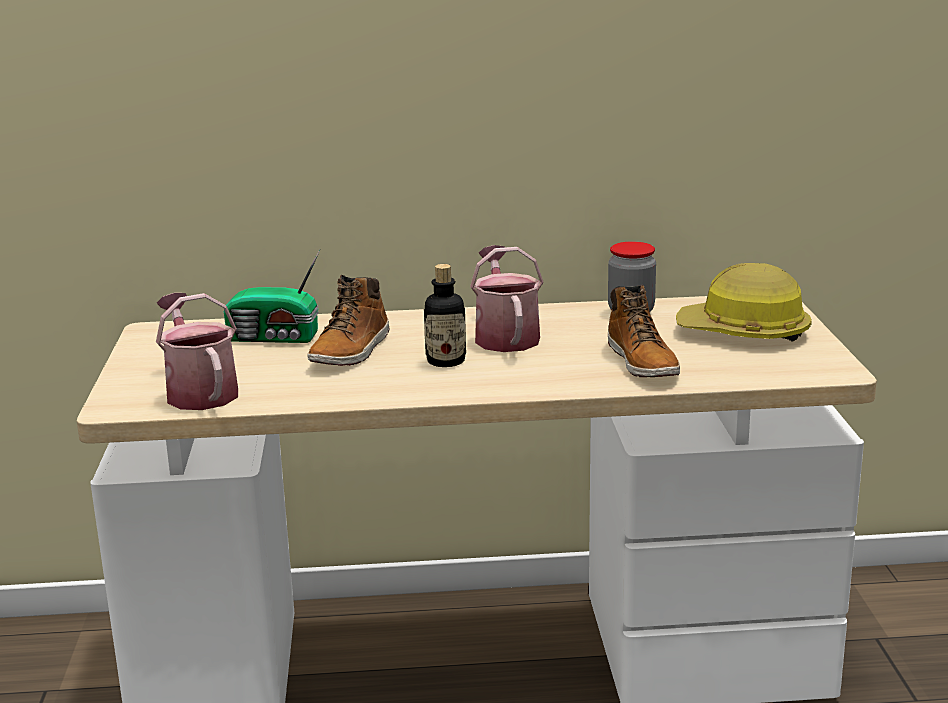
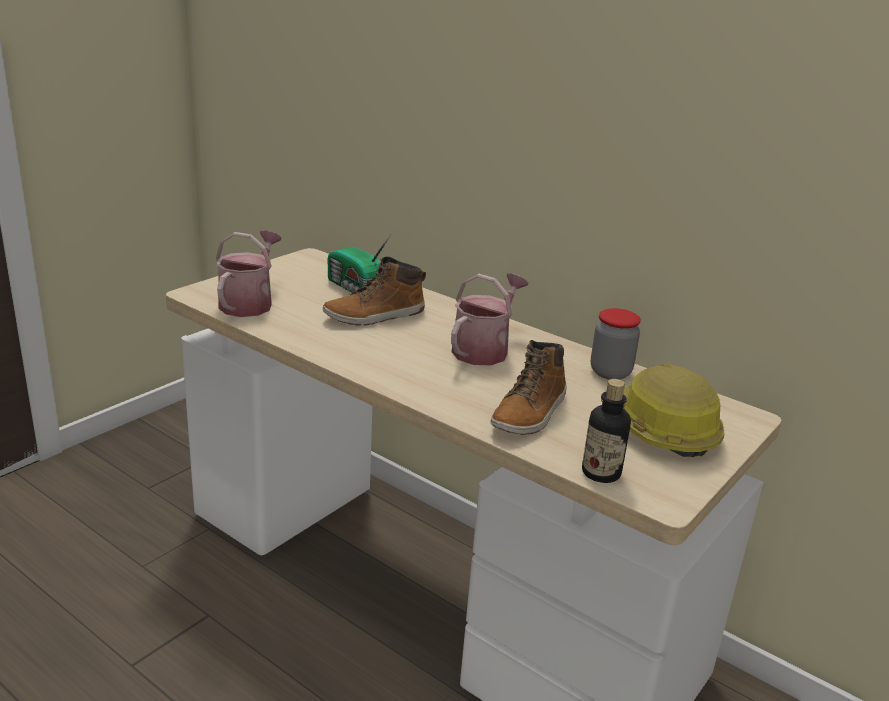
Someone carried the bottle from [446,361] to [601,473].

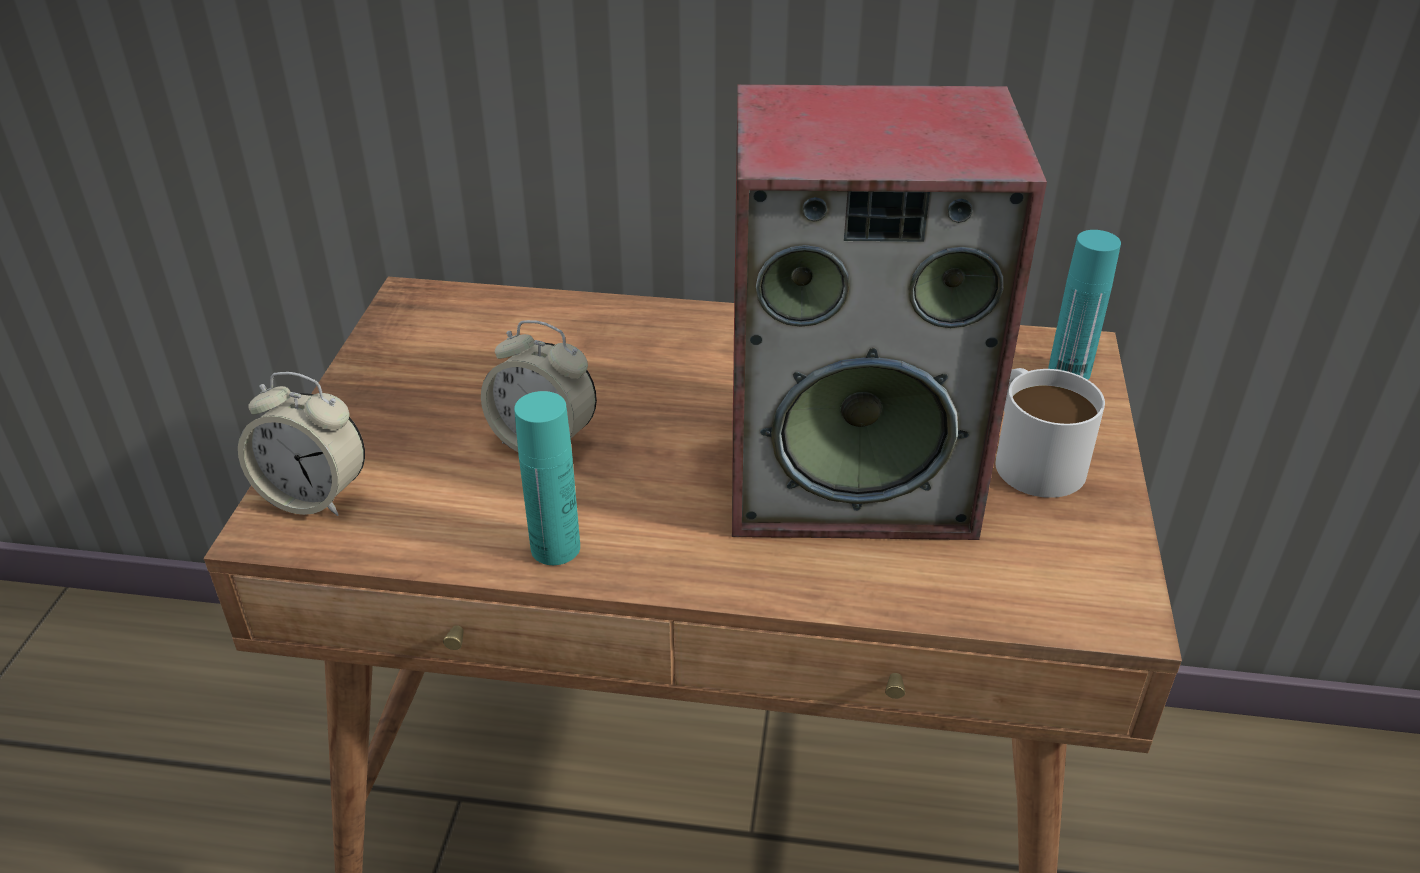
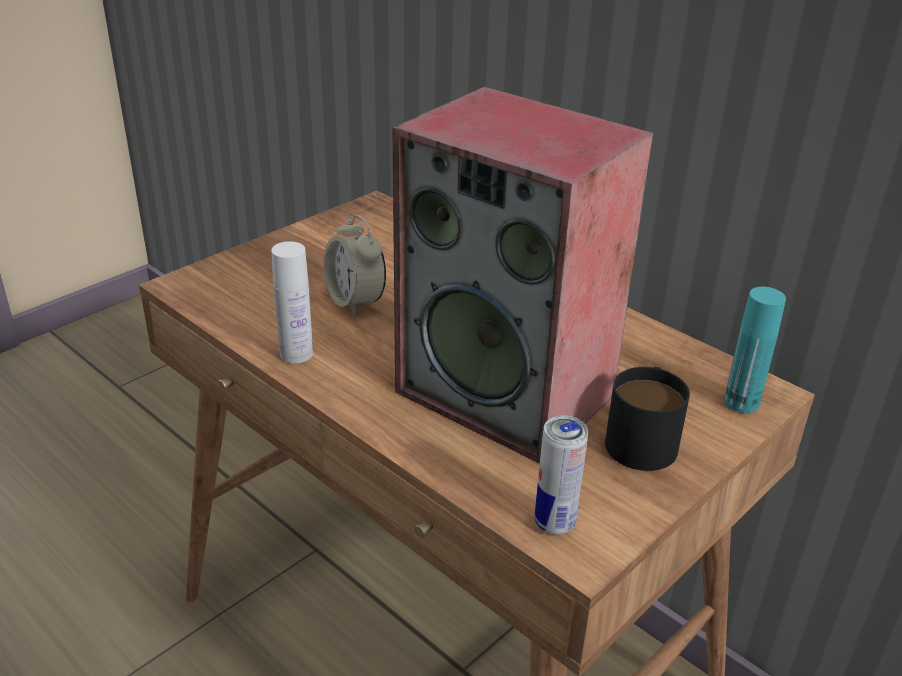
Someone took away the table clock at [314,496].
Someone repainted the turquoise bottle at [555,548], which became the white bottle at [296,354].
Someone repainted the white mug at [1031,455], which became the black-coloured mug at [643,436].
Someone put down the sealed can at [554,523].

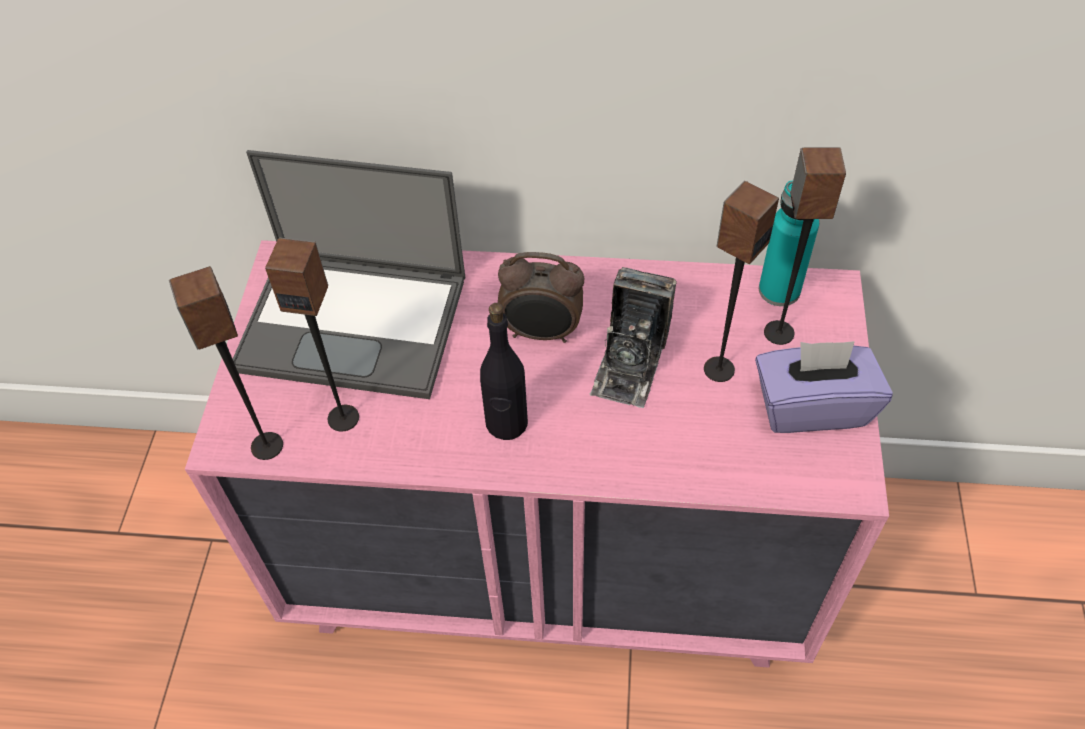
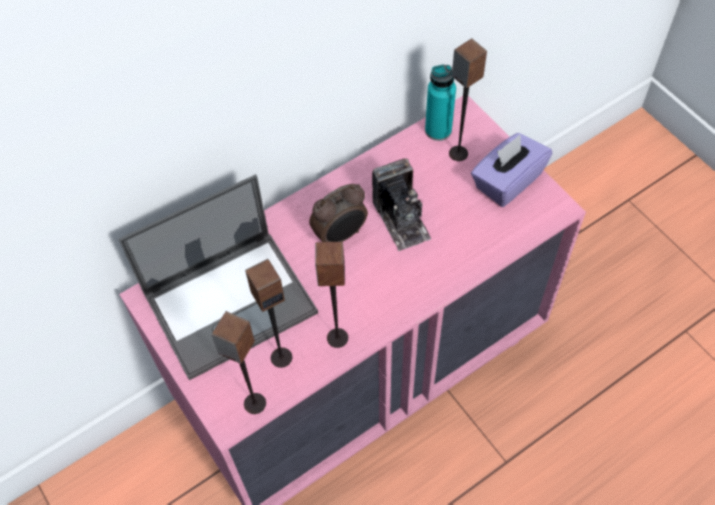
Someone took away the black-coloured bottle at [506,423].
Someone carried the audio speaker from [718,369] to [337,338].

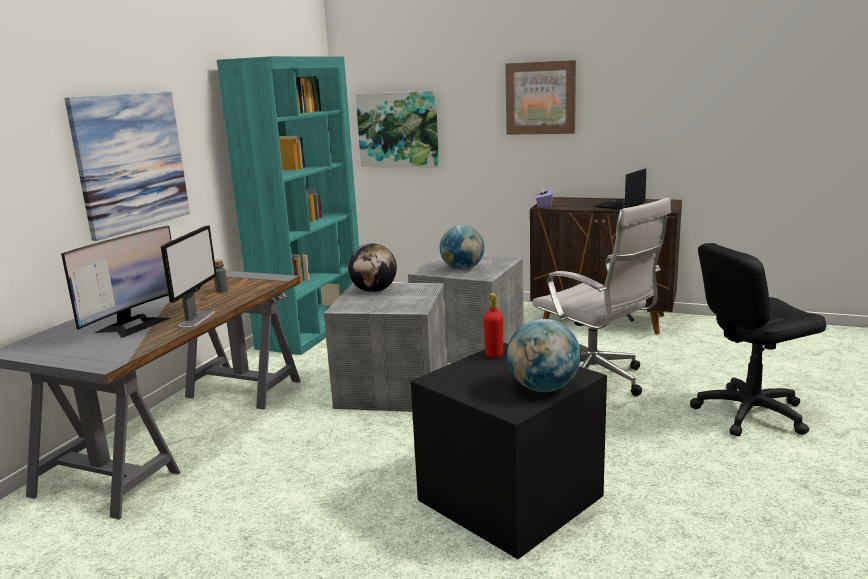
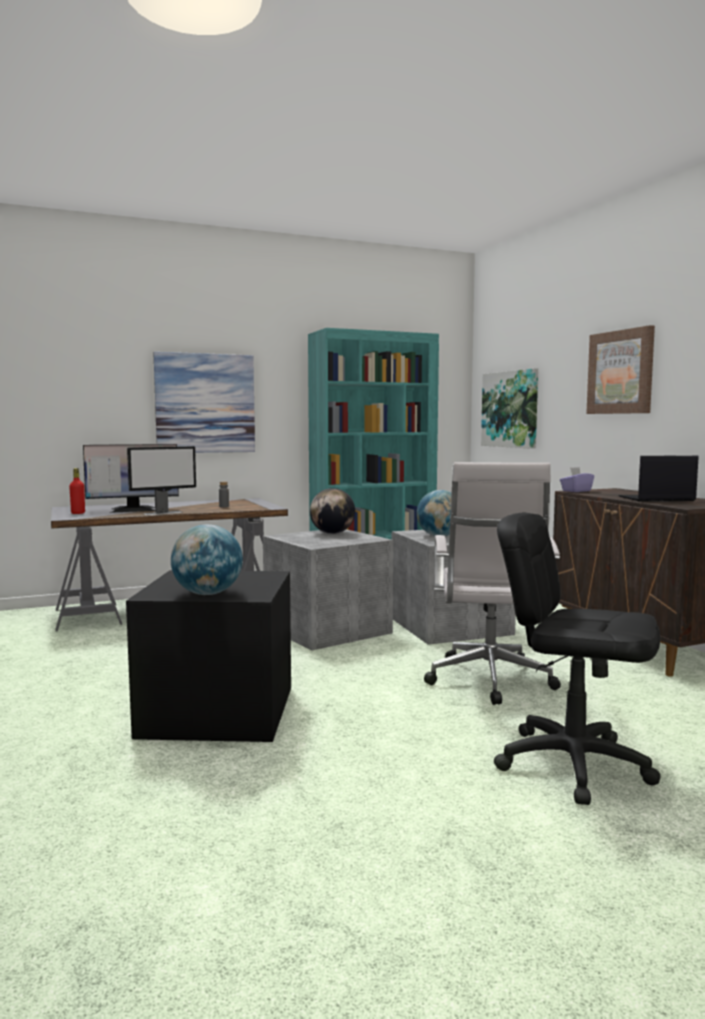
Someone carried the reddish bottle from [494,354] to [78,513].

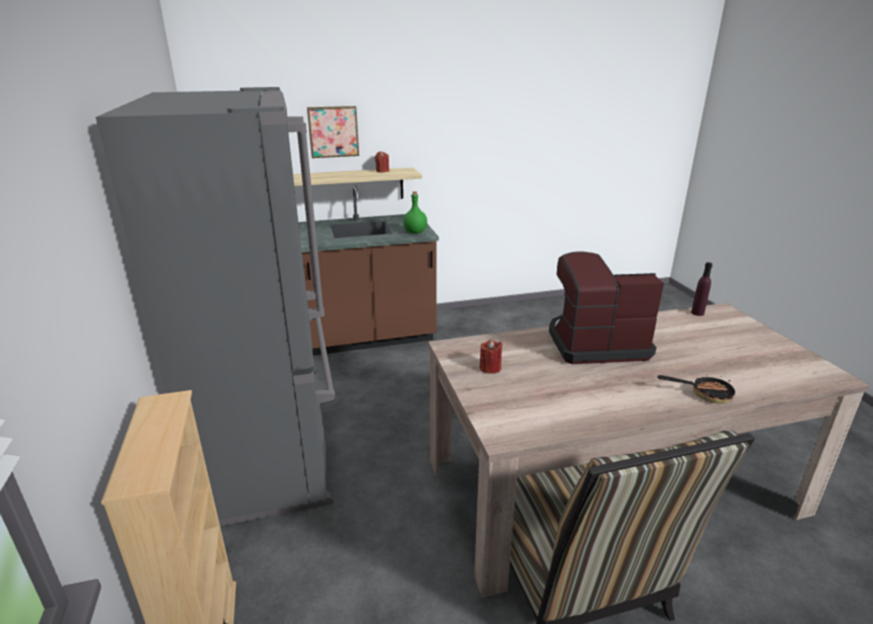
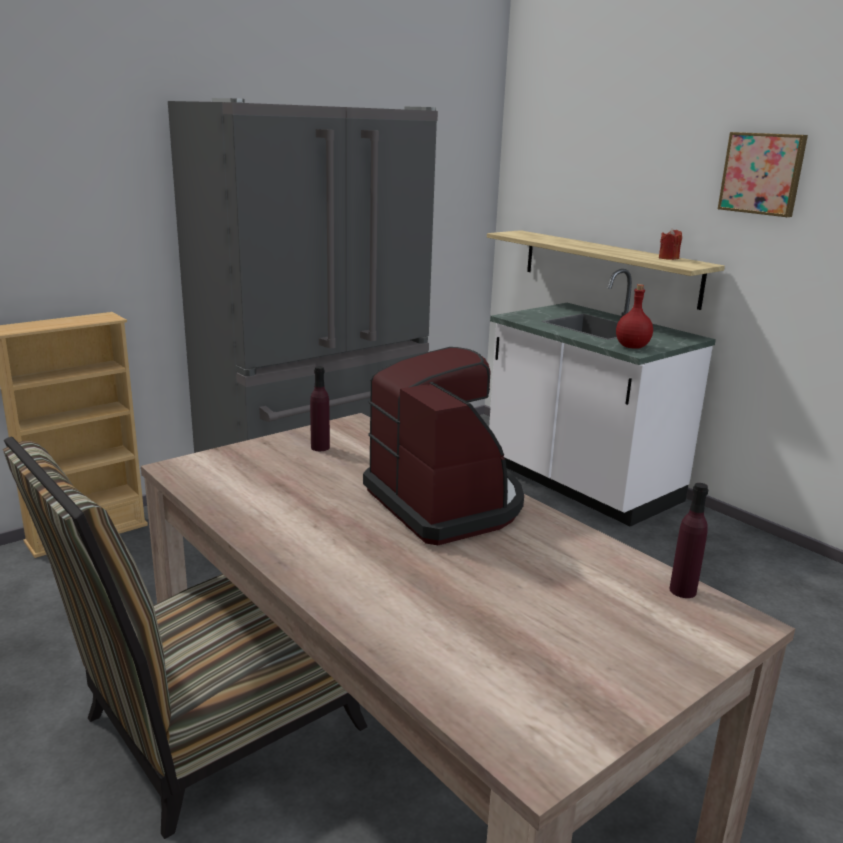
Someone repainted the brownish counter at [370,336], which became the white counter at [580,484].
Someone carried the wall art from [333,131] to [763,173].
Someone repainted the green-coloured bottle at [415,232], which became the reddish bottle at [632,347].
Someone swapped the reddish wax candle at [490,368] for the purplish bottle at [320,447].
Someone took away the pan at [704,393].

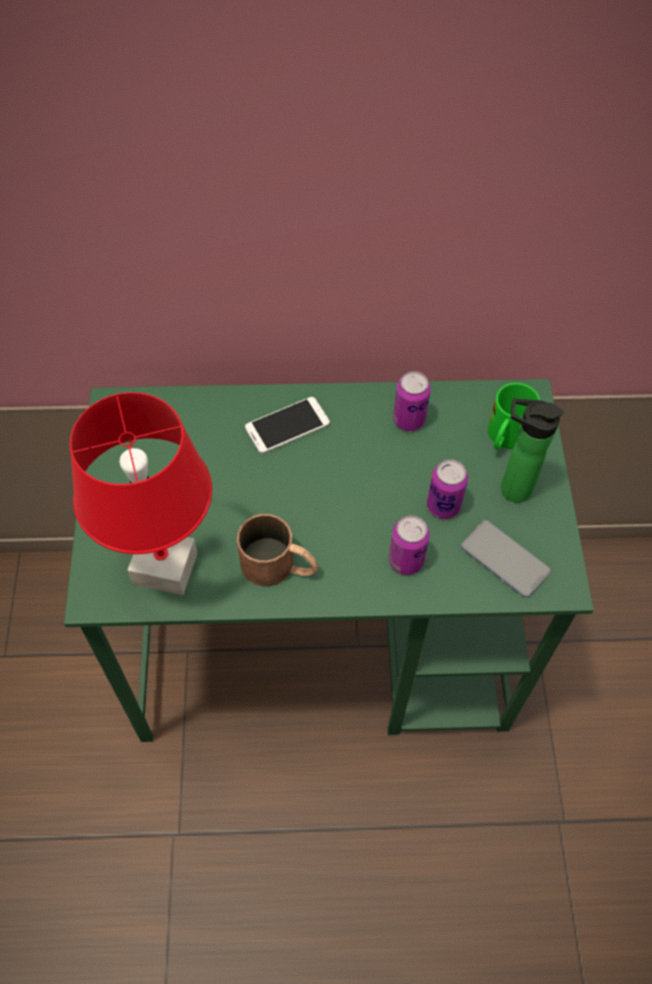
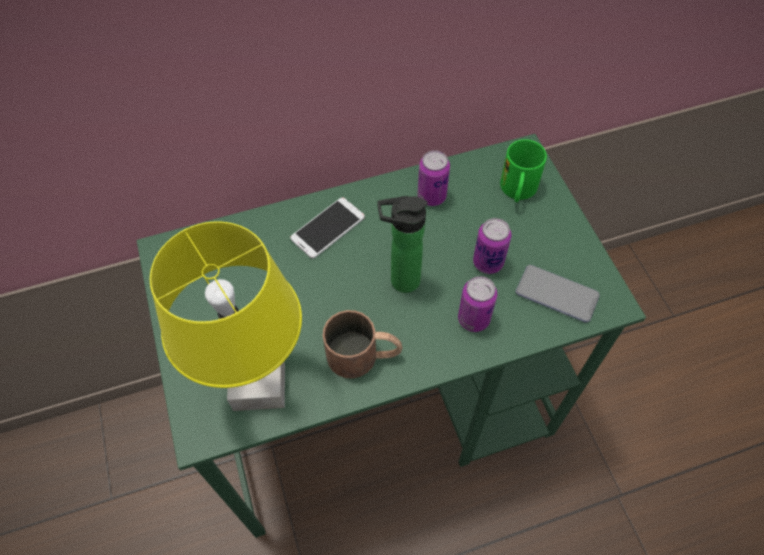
Someone repainted the reddish lamp for a table at [164,569], which became the yellow-coloured lamp for a table at [258,388].
Someone carried the bottle from [510,488] to [400,281].

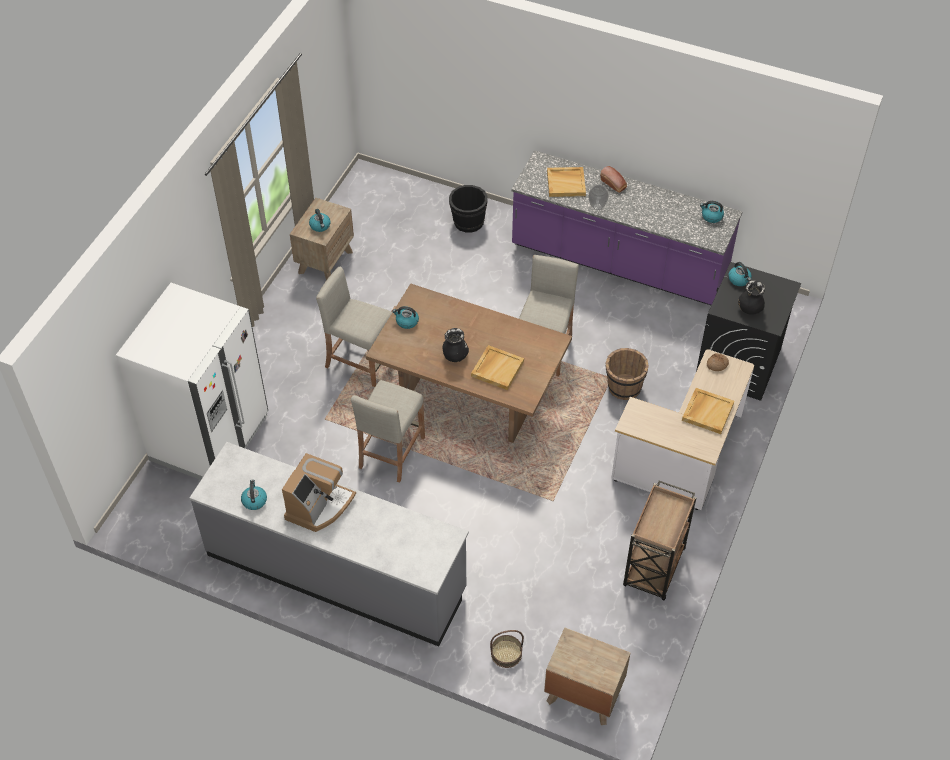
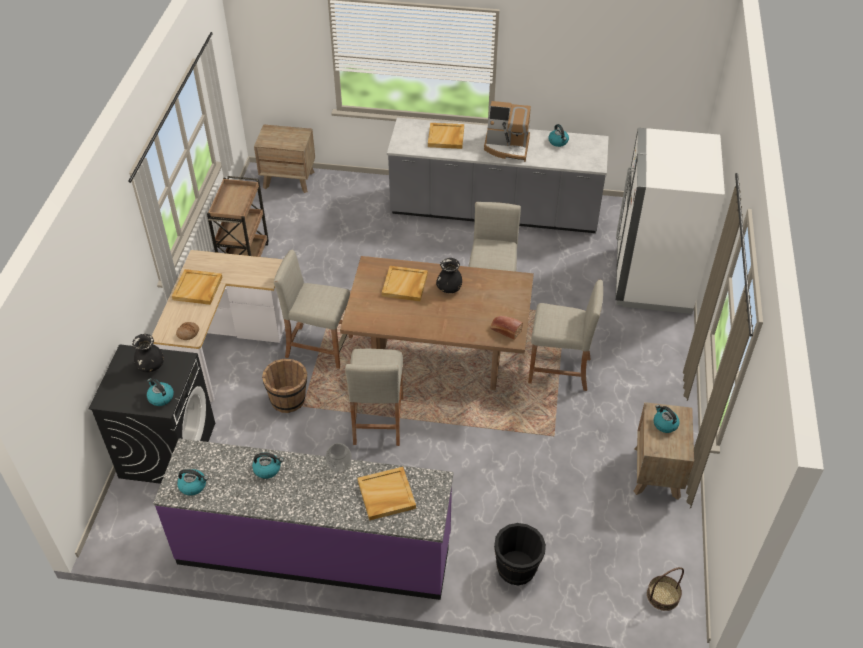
Someone rotated the coffee machine at [319,506] by 90 degrees counterclockwise.
Someone carried the kettle from [406,321] to [267,469].
Someone carried the basket from [506,653] to [663,596].
Someone carried the bread from [614,184] to [505,330].
Someone put down the beige-coloured stool seat at [319,347].
Someone put down the beige-coloured tray at [446,137].

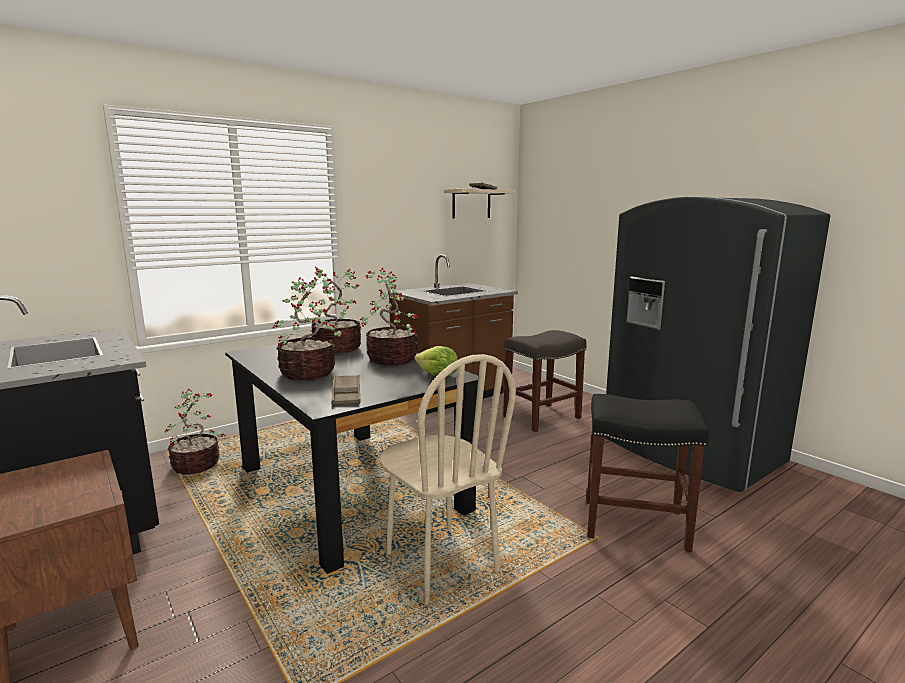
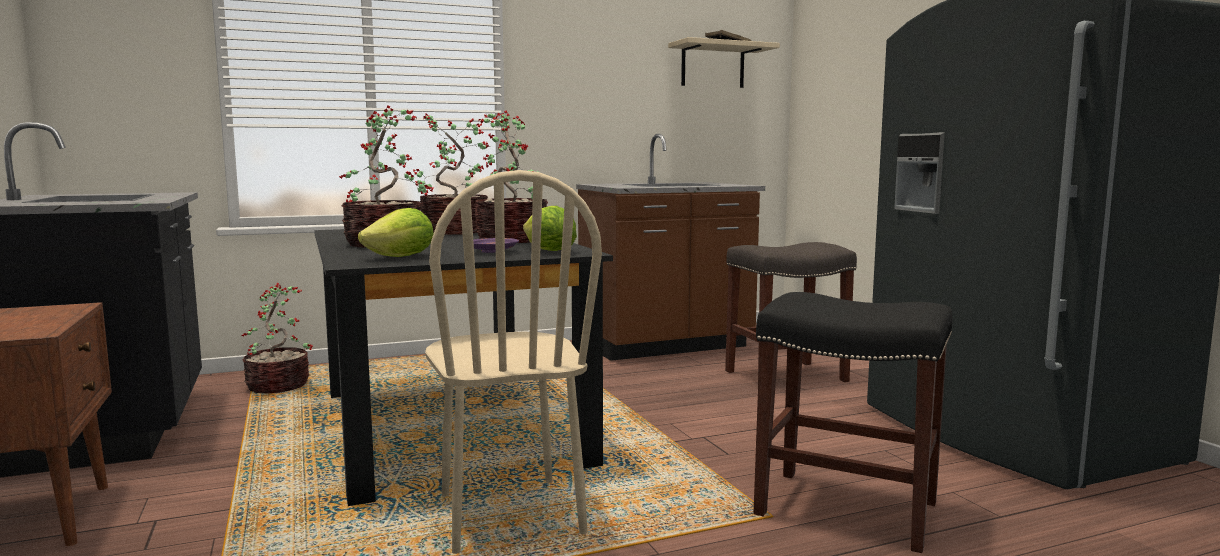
Someone swapped the brownish tray at [346,394] for the head of lettuce at [401,257].
Someone put down the purplish dinner plate at [493,252].

